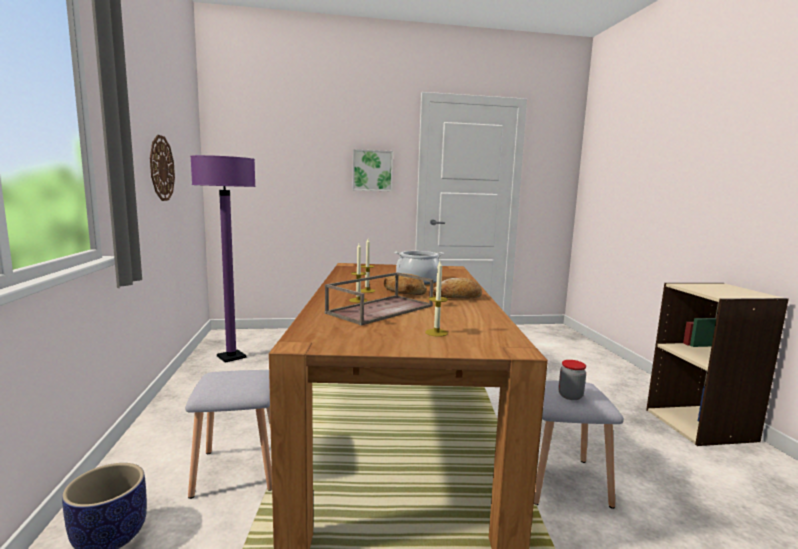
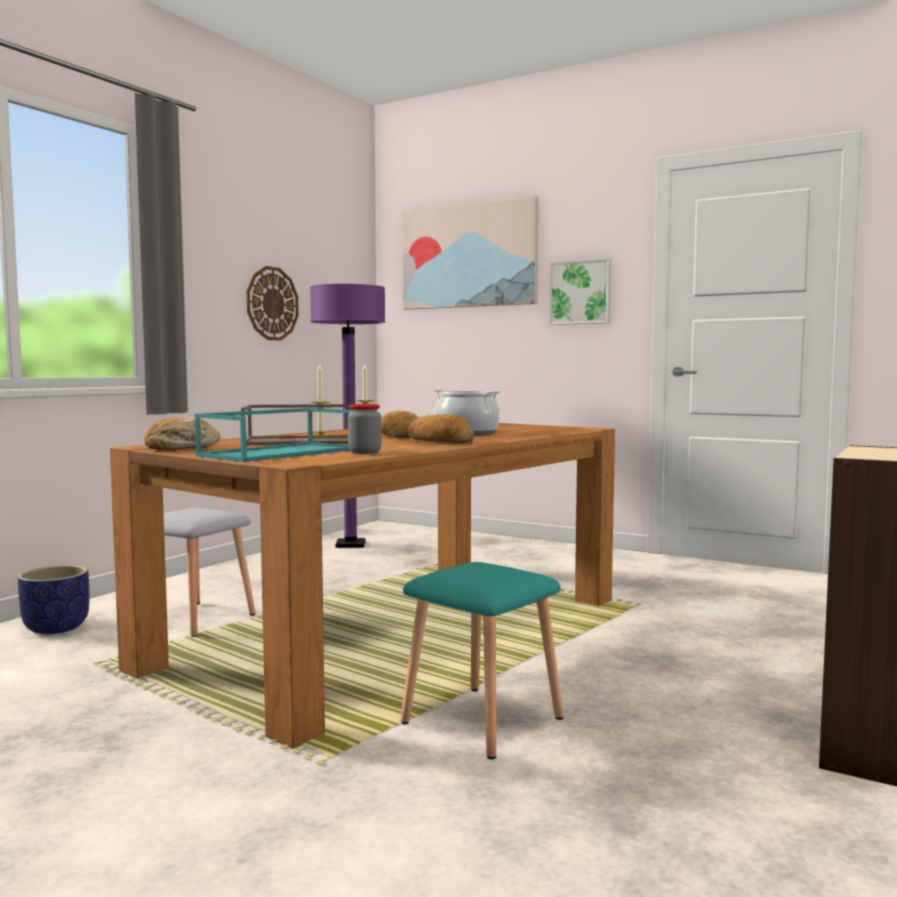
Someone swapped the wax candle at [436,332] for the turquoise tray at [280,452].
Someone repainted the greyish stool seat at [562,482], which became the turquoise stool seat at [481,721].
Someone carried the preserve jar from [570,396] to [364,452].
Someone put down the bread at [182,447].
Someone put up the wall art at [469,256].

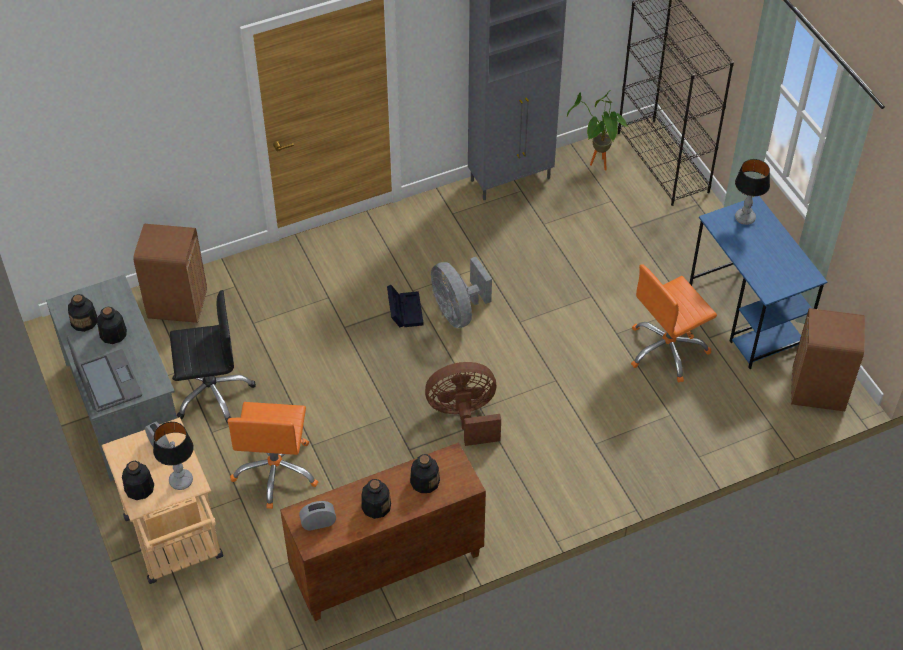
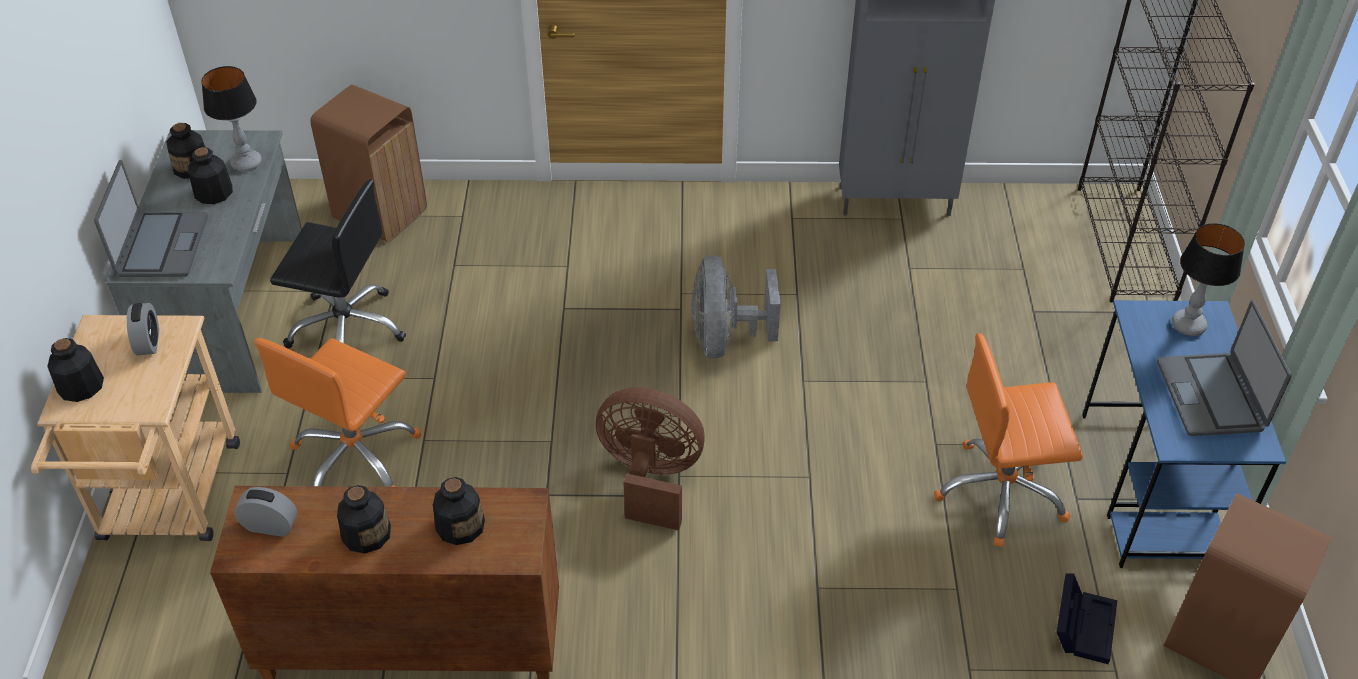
Someone carried the lamp for a table from [181,481] to [247,163].
Someone carried the black-coloured storage bin from [404,310] to [1083,624].
Someone took away the plant in a pot at [596,167].
Someone put down the portable computer at [1211,396].

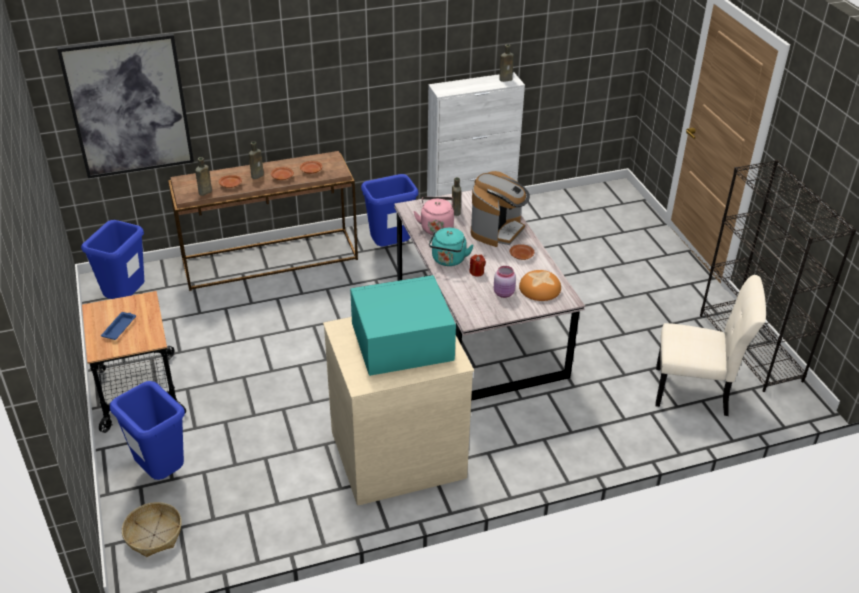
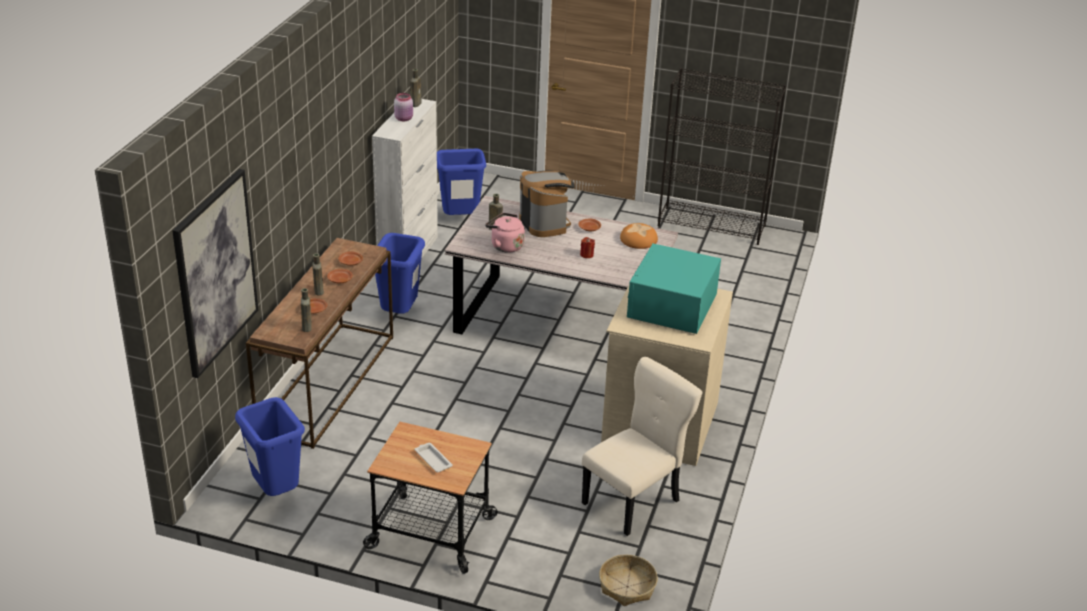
Someone repainted the blue-coloured tray at [119,327], which became the white tray at [432,459].
Someone carried the blue-coloured rubbish bin from [161,472] to [460,220].
Someone took away the turquoise kettle at [448,260].
Someone carried the pinkish preserve jar from [504,293] to [404,118].
Someone carried the beige-coloured upright chair from [695,392] to [634,500].

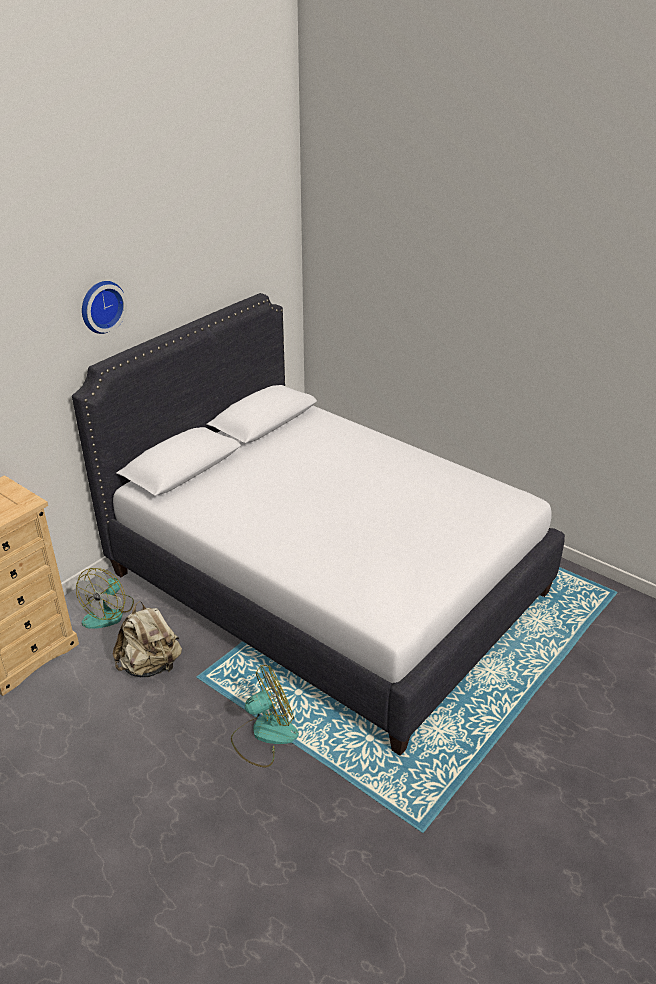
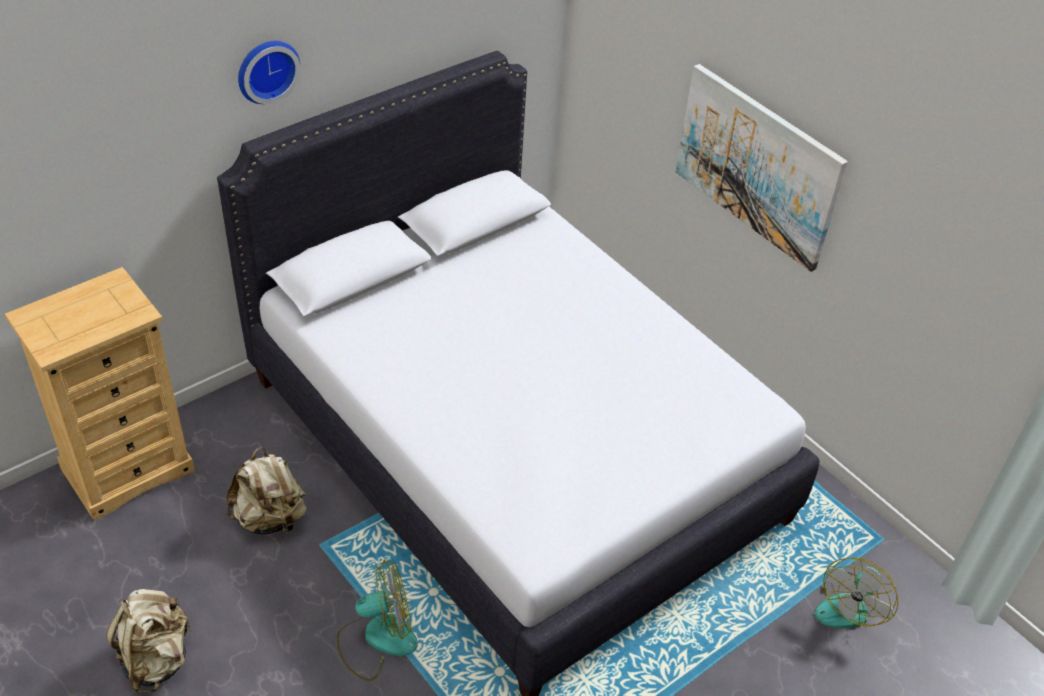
Someone carried the electric fan from [109,612] to [847,604].
Someone put down the beige-coloured backpack at [156,659].
Someone put up the wall art at [757,165].

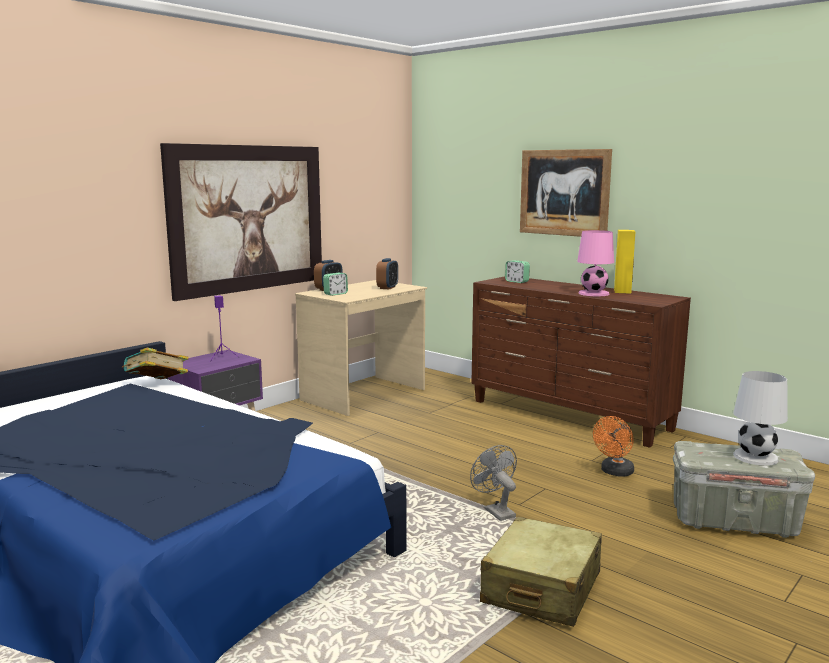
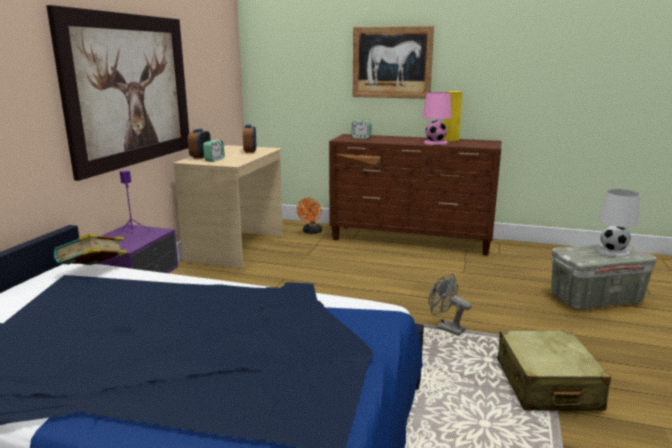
Someone carried the orange electric fan from [614,472] to [311,232].

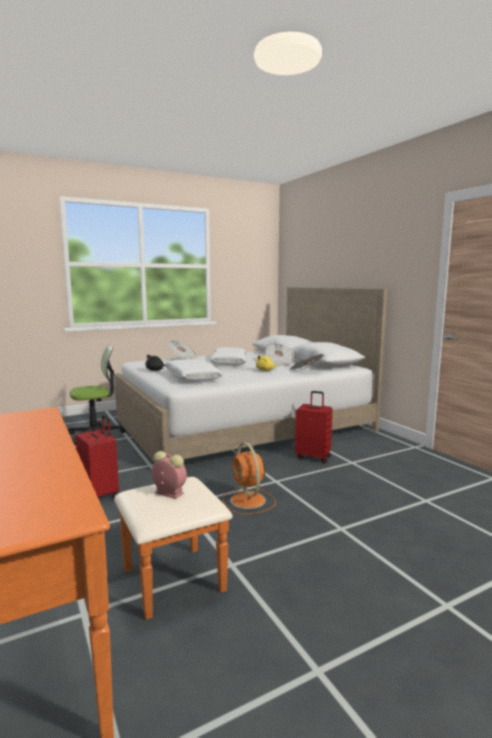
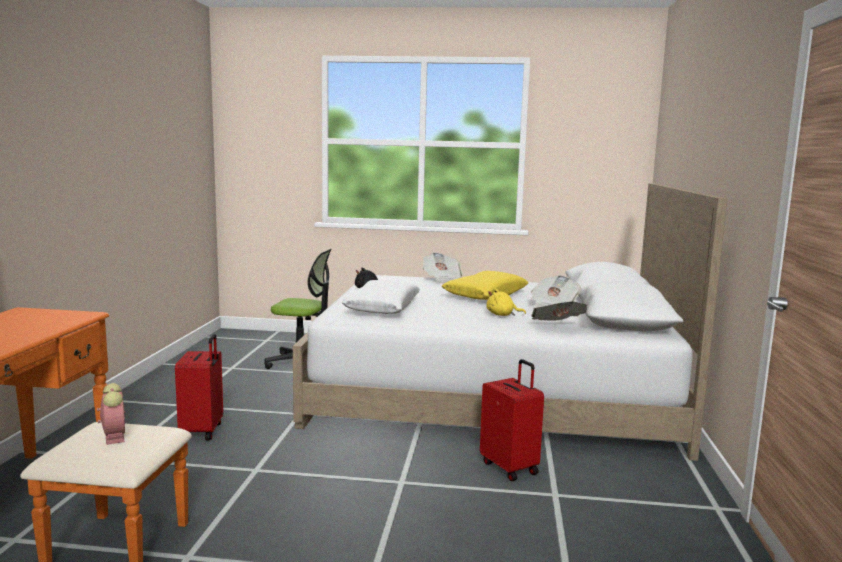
Someone repainted the white throw pillow at [229,362], which became the yellow-coloured throw pillow at [485,295].
Someone took away the orange electric fan at [248,501].

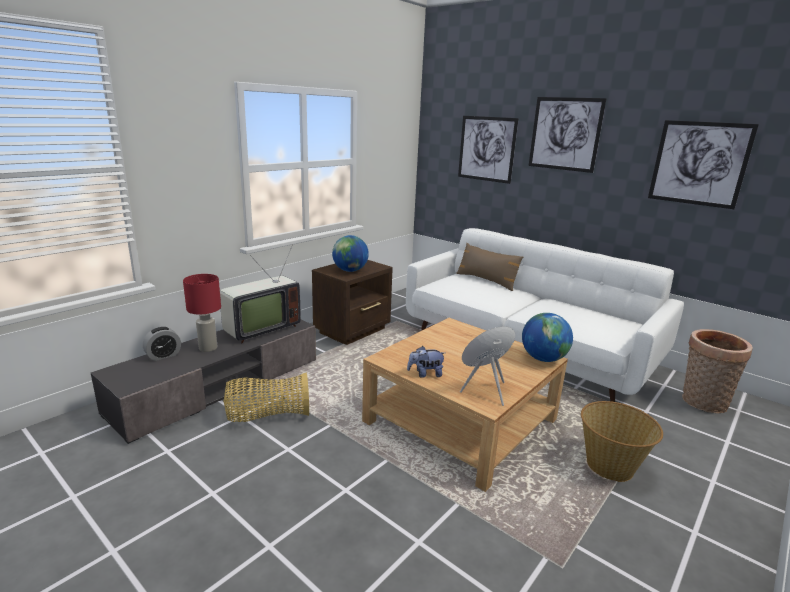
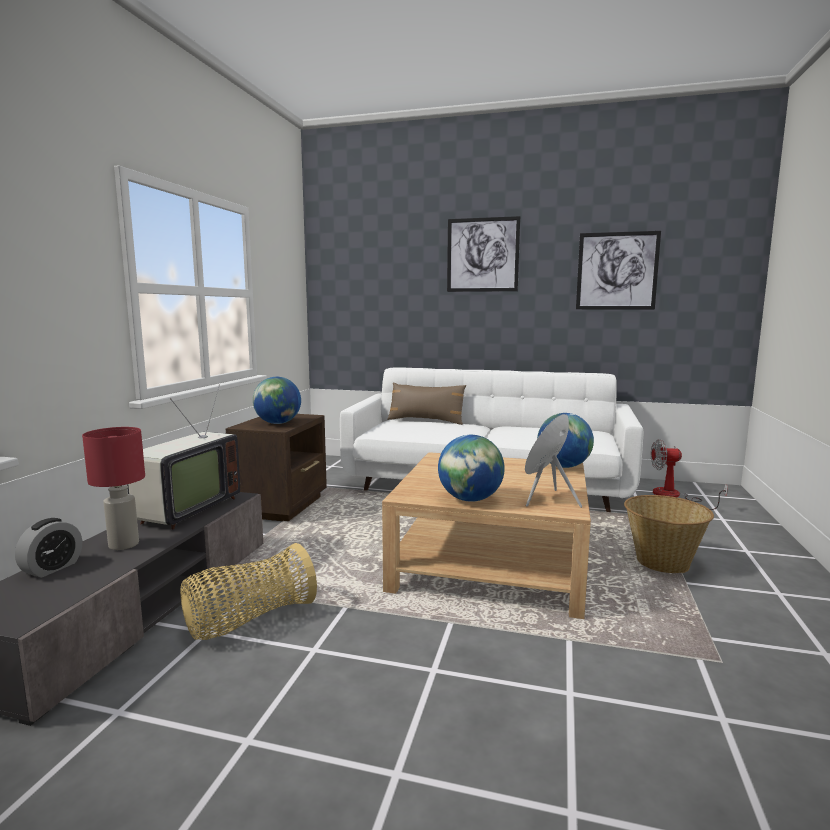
Someone swapped the cuddly toy at [425,374] for the world globe at [470,499].
Someone took away the wall art at [486,149].
Someone swapped the basket at [702,403] for the electric fan at [674,496].

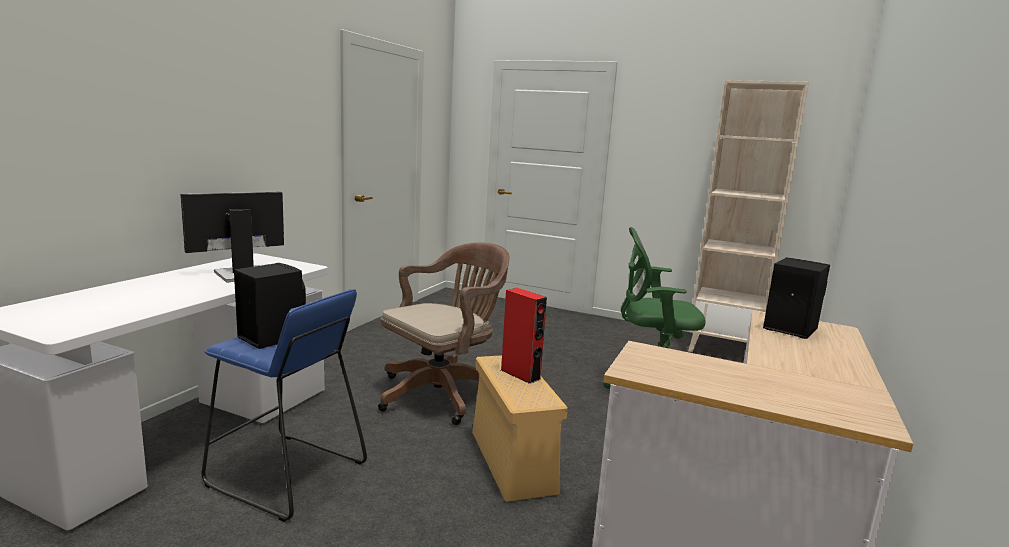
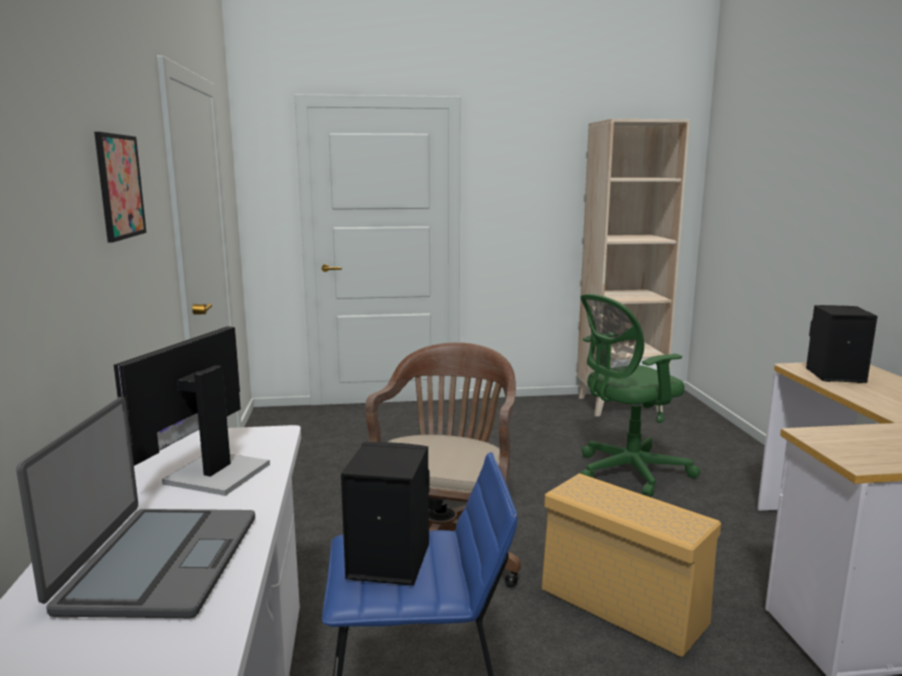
Someone took away the reddish audio speaker at [520,374].
Someone put down the portable computer at [158,562].
Someone put up the wall art at [120,186].

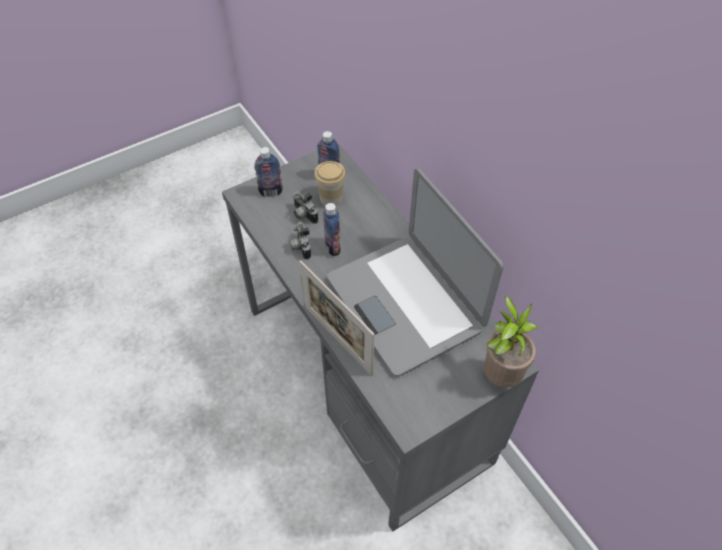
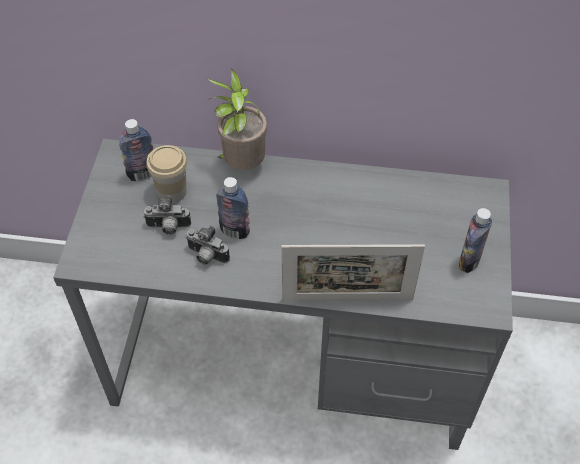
Someone carried the bottle from [271,192] to [469,261].
Someone took away the portable computer at [405,303].
Someone carried the plant in a pot from [500,375] to [242,165].

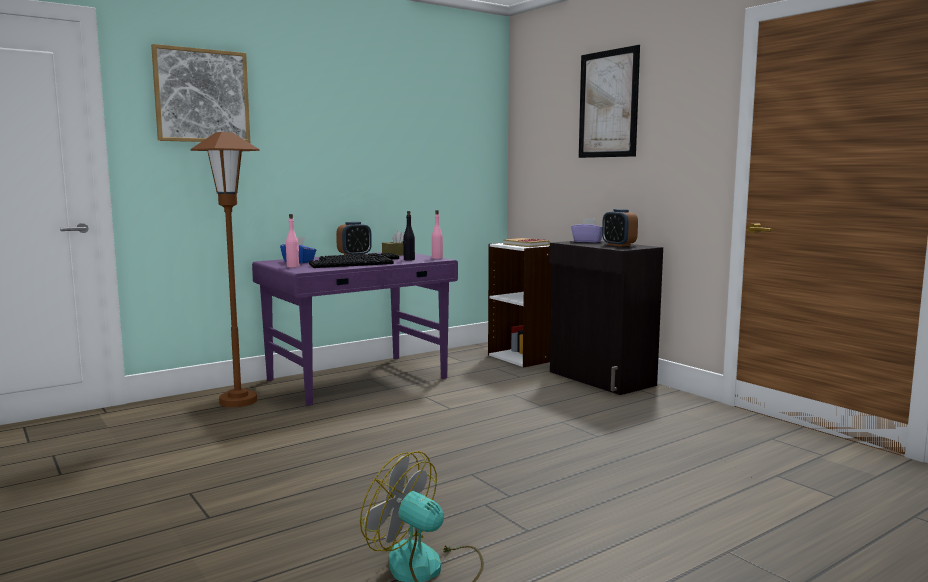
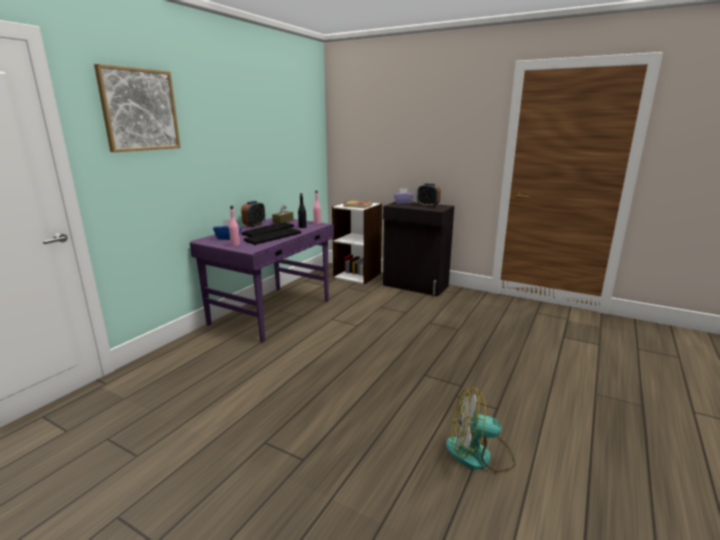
Someone took away the brownish standing lamp at [238,401].
Someone took away the wall art at [608,104].

